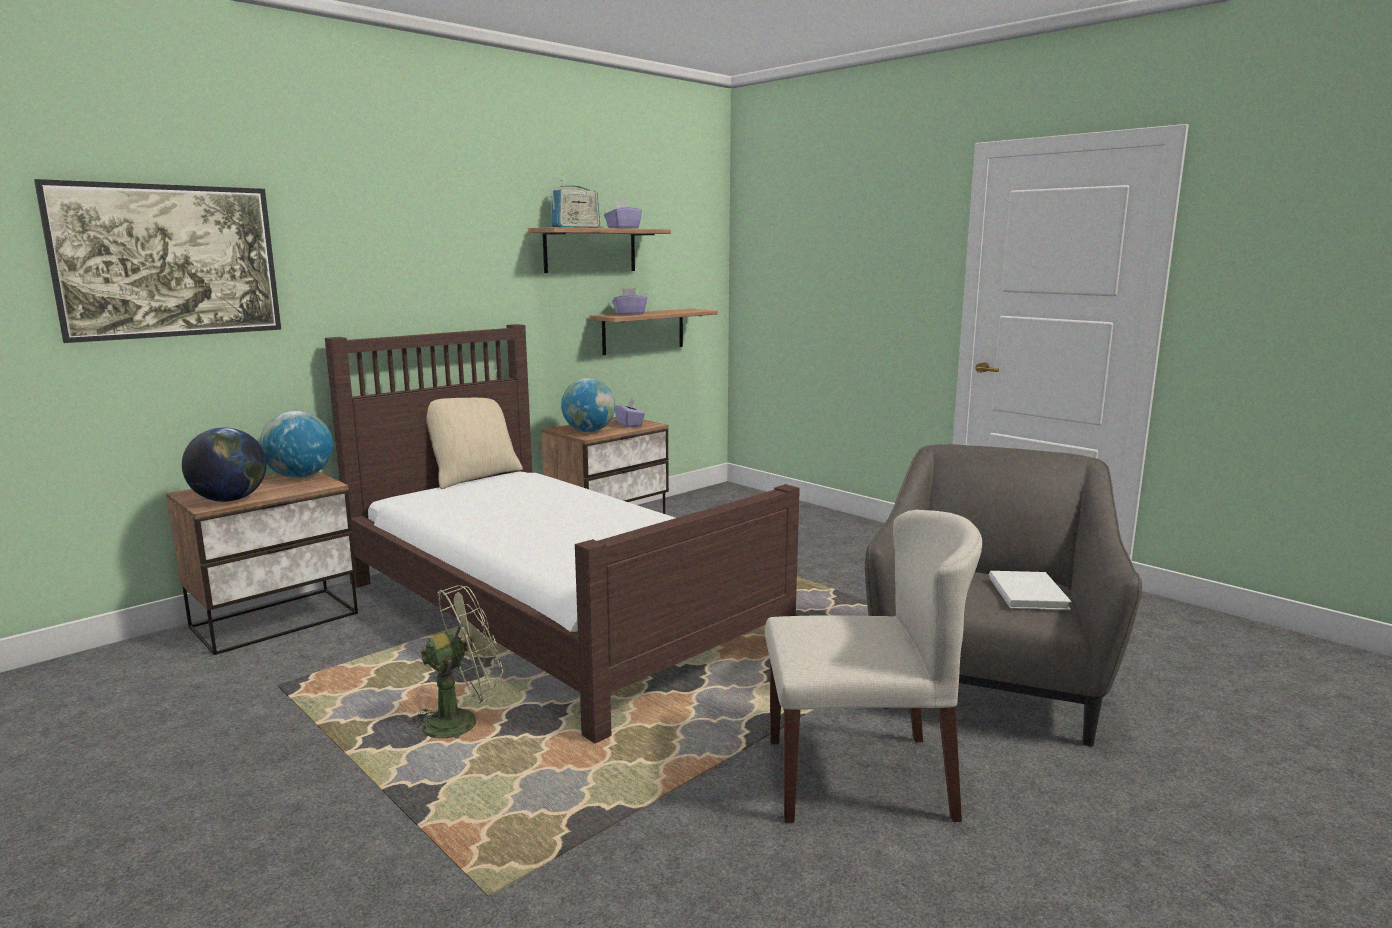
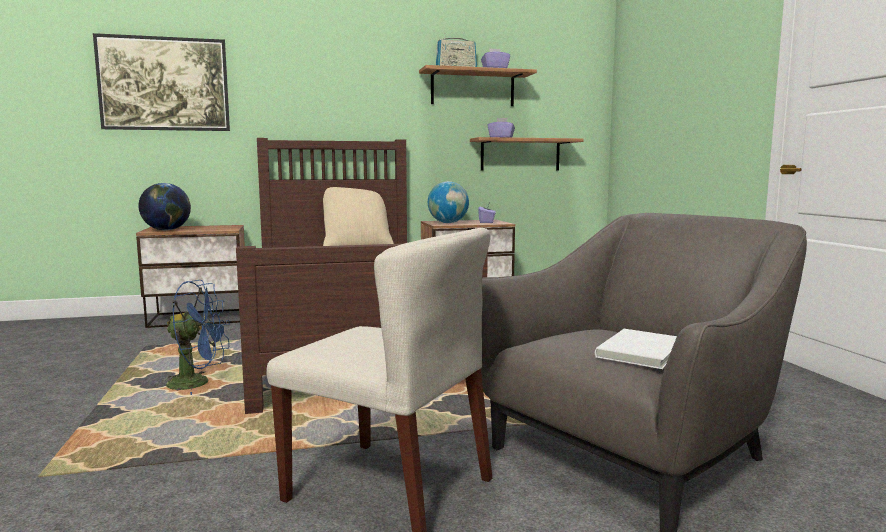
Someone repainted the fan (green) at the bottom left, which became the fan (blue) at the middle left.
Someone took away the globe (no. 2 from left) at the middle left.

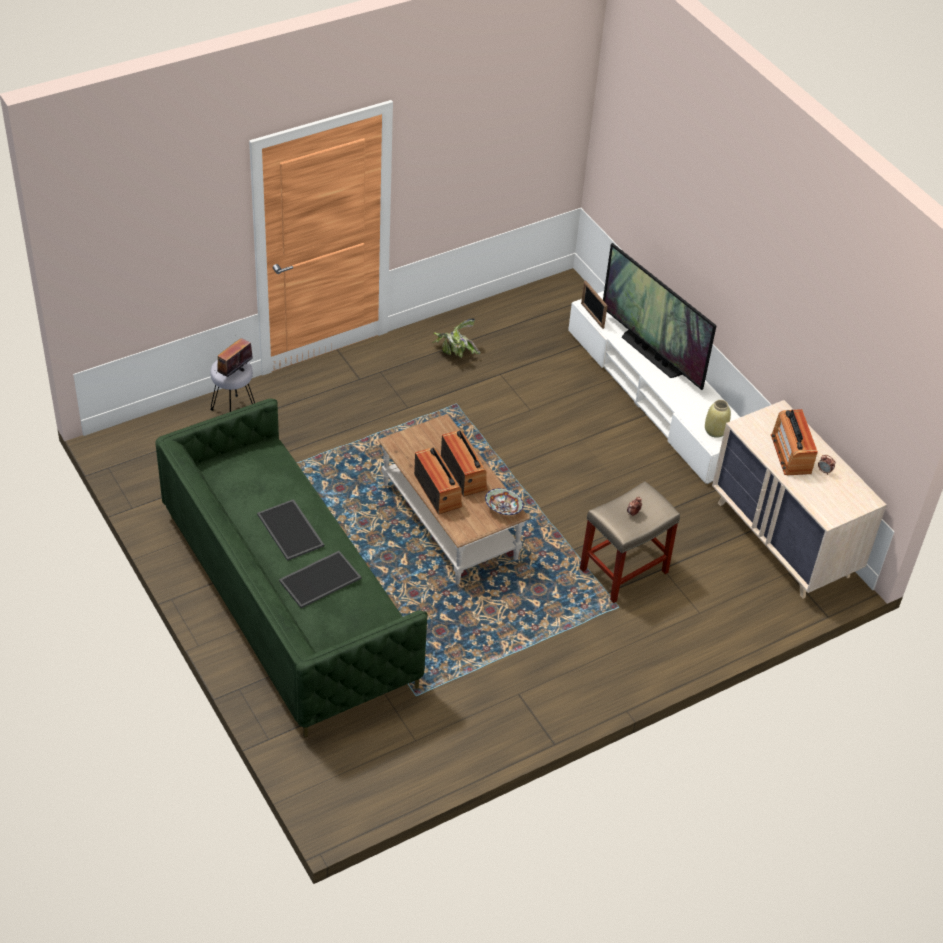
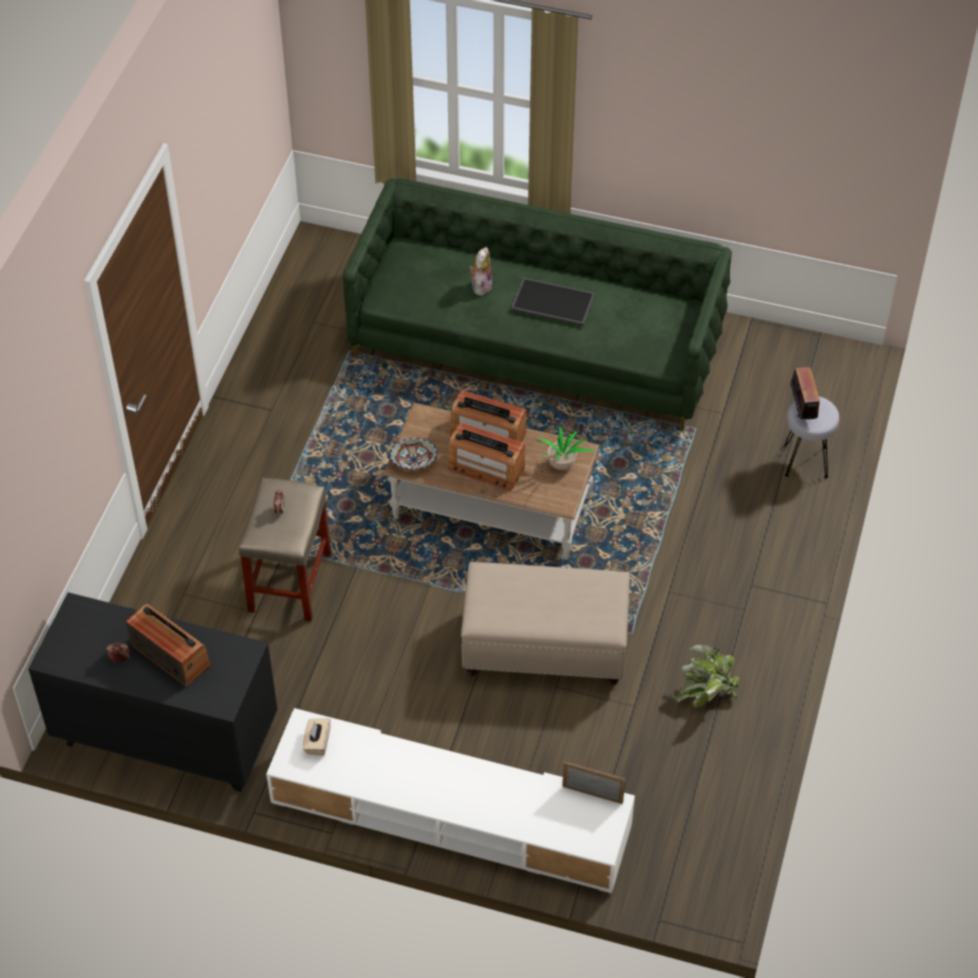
Someone repainted the dresser (beige) at the middle right, which became the dresser (black) at the bottom left.
Someone swapped the vase (beige) at the middle right for the tissue box (beige) at the bottom left.
Someone put down the ottoman (beige) at the centre.
Someone swapped the tray (no. 2 from left) at the centre for the plush toy at the top centre.
Someone put down the potted plant (no. 1 from left) at the centre.
Someone took away the television at the middle right.

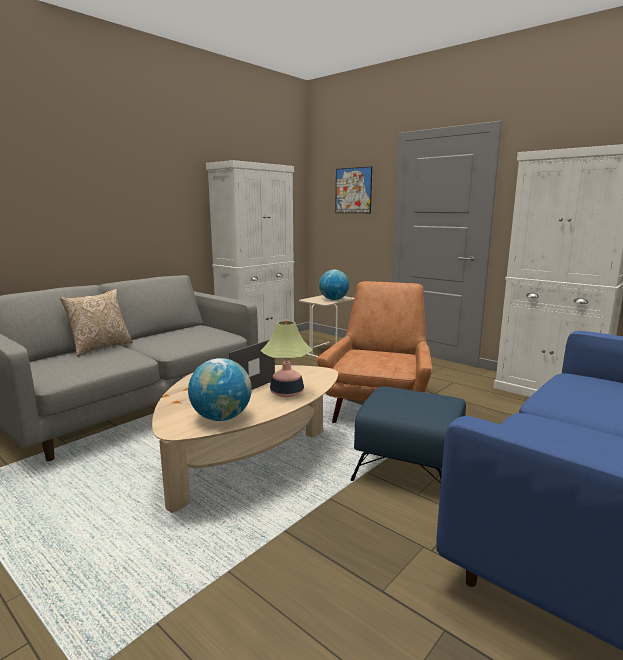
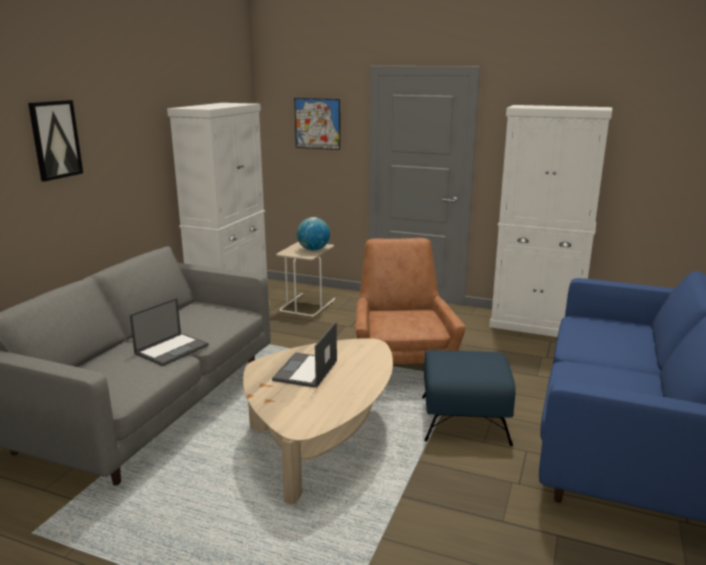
Someone put up the picture (no. 1 from left) at the top left.
Someone put down the laptop (no. 1 from left) at the middle left.
Someone took away the pillow at the middle left.
Someone took away the globe (no. 1 from left) at the centre.
Someone took away the table lamp at the centre.

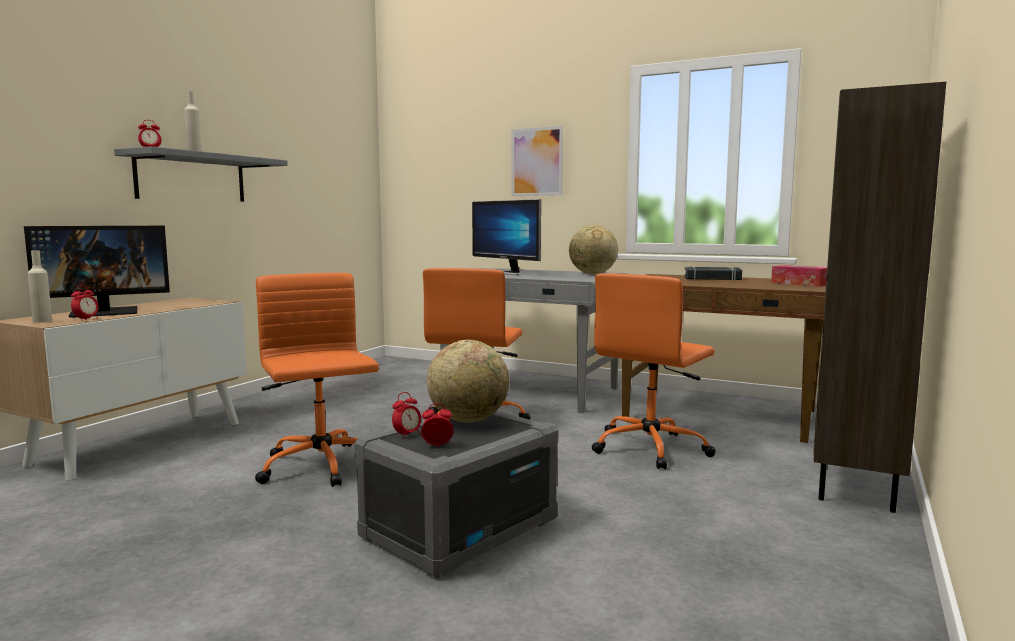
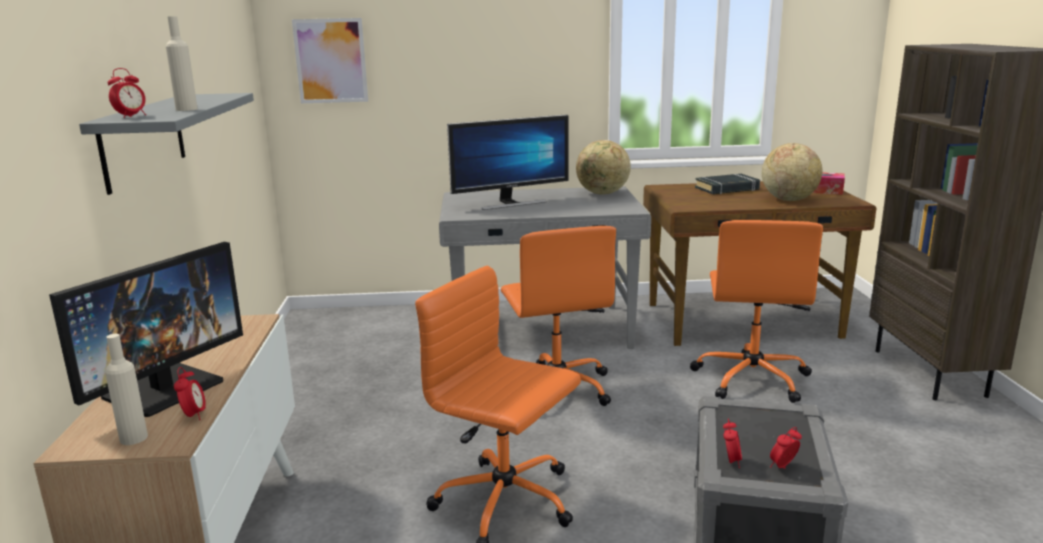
Someone carried the picture from the top centre to the top left.
Someone rotated the monitor (no. 2 from left) at the centre by 45 degrees counterclockwise.
Someone carried the globe (no. 1 from left in the first image) from the centre to the top right.

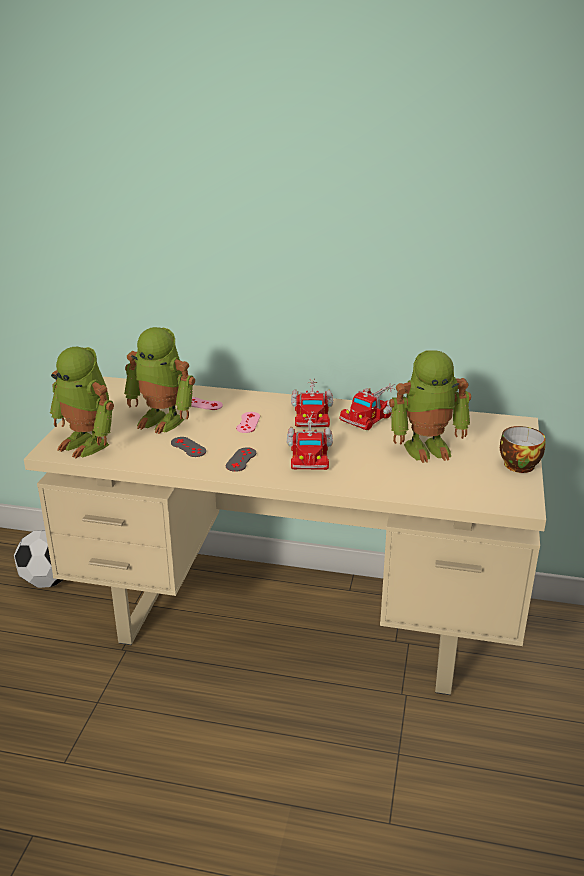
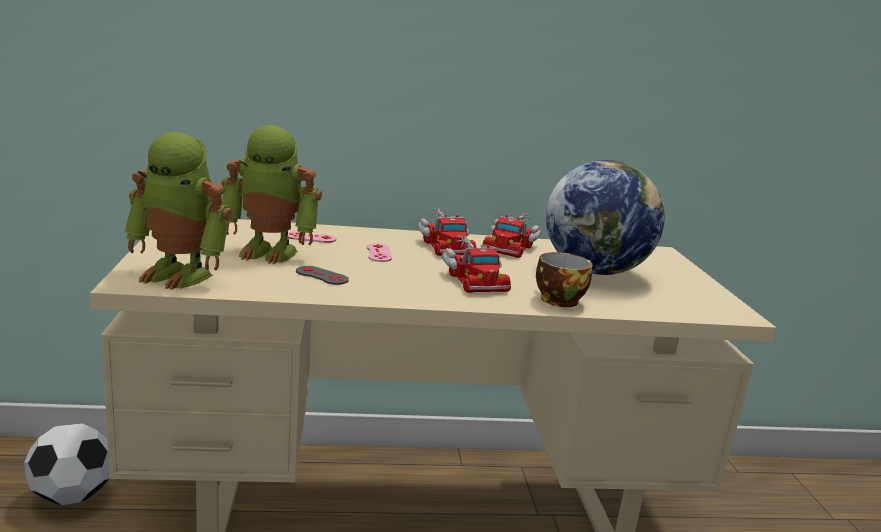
Someone carried the cup from the middle right to the centre.
Someone swapped the toy robot (no. 3 from left) at the middle right for the globe at the middle right.
Someone took away the game controller (grey) (no. 2 from left) at the centre.

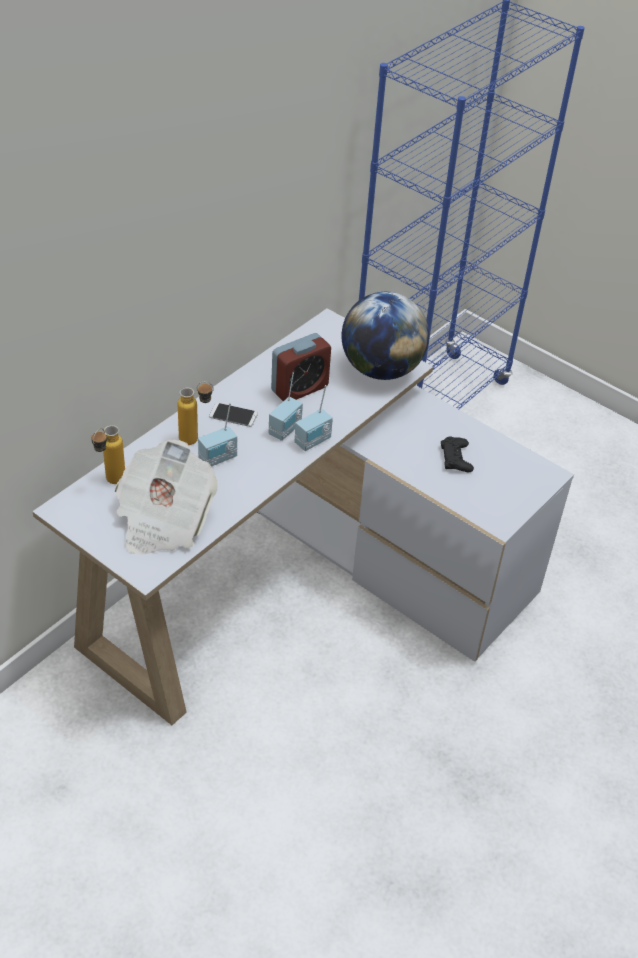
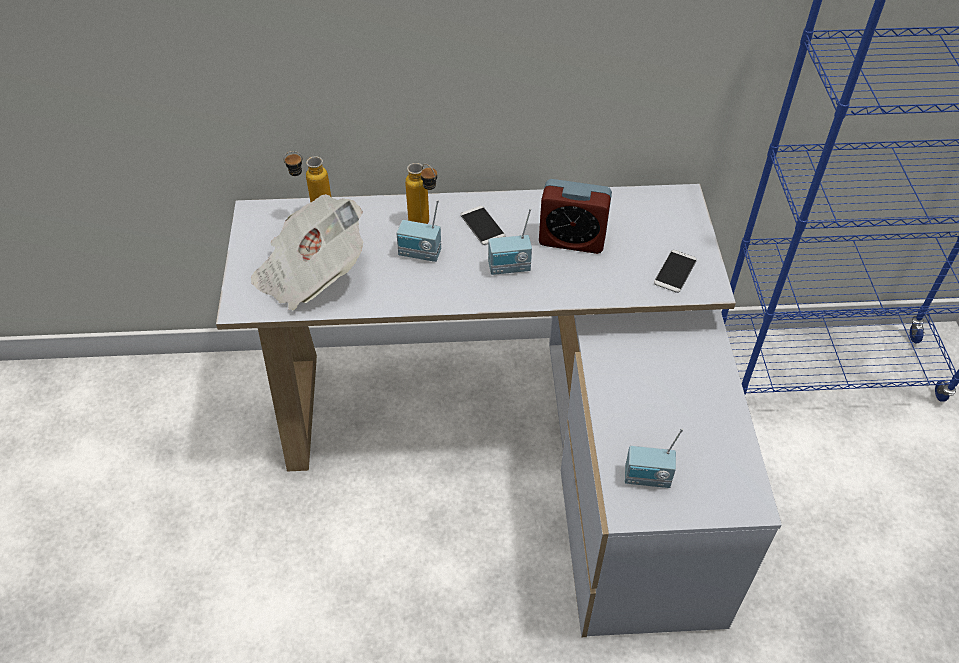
Someone carried the radio (no. 3 from left) from the centre to the bottom right.
Someone swapped the globe at the centre for the phone (no. 2 from left) at the middle right.
Someone took away the game controller (black) at the middle right.

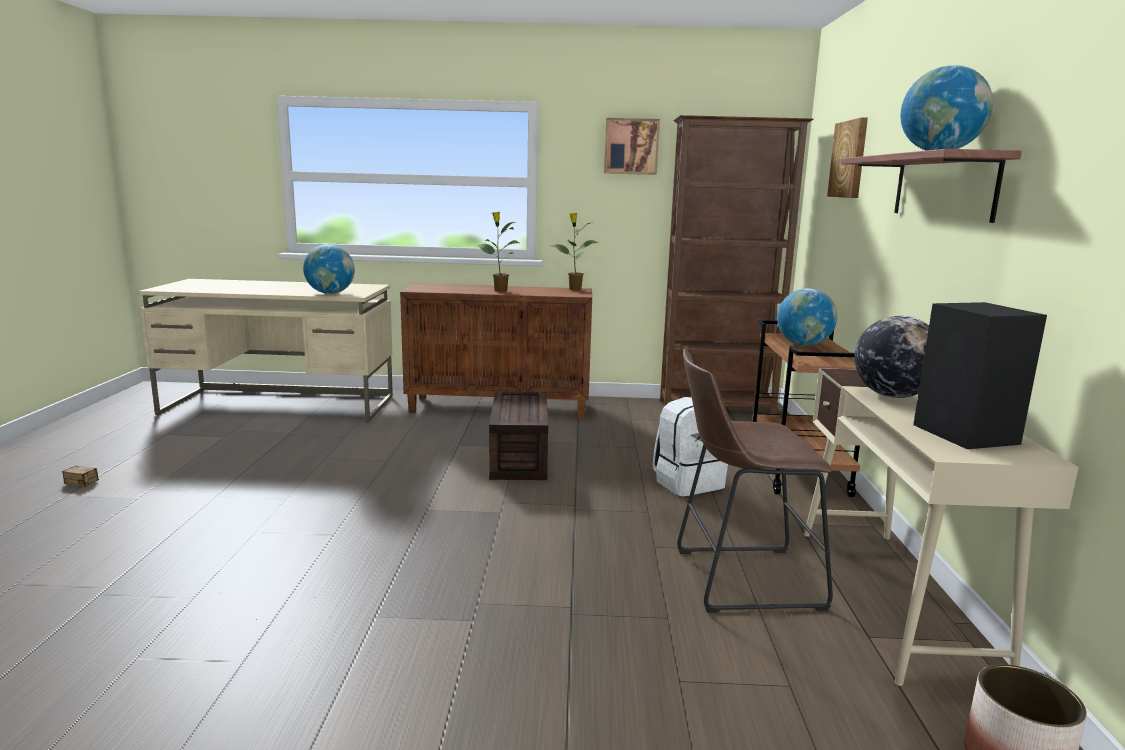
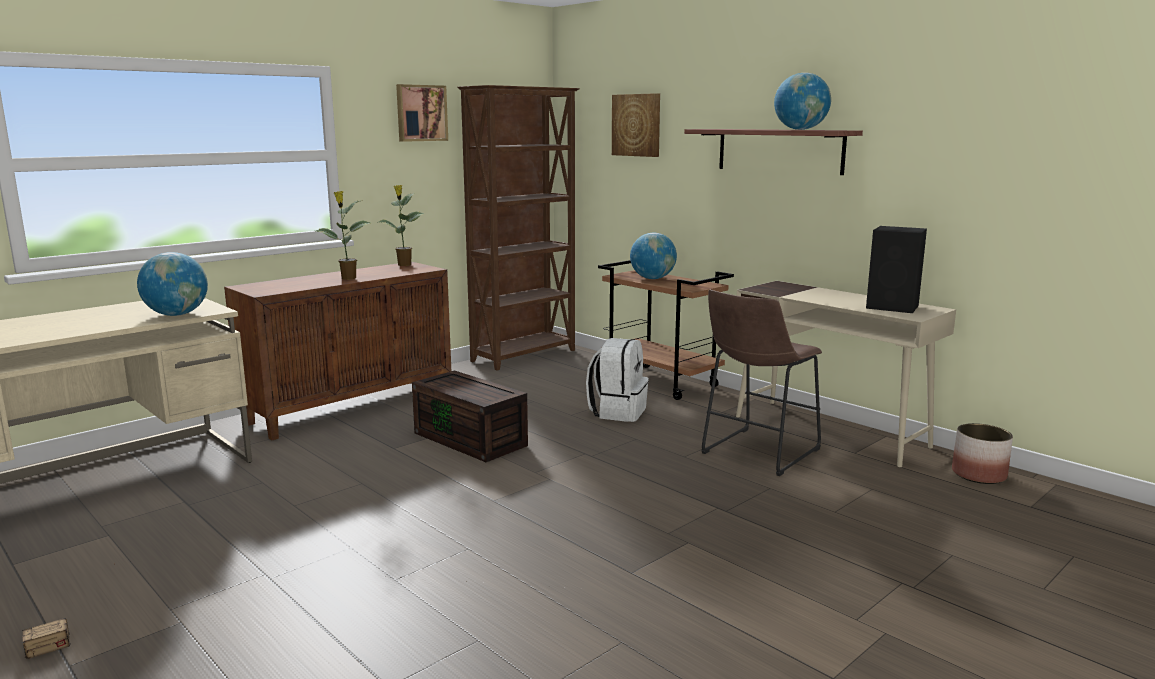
Someone took away the globe (no. 3 from left) at the middle right.

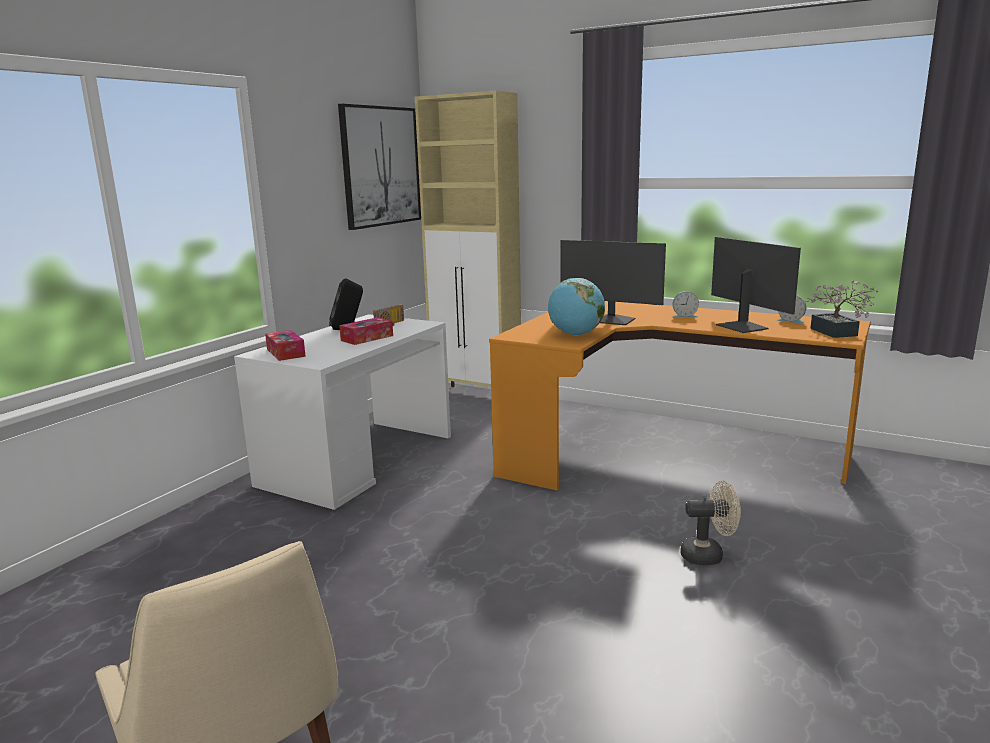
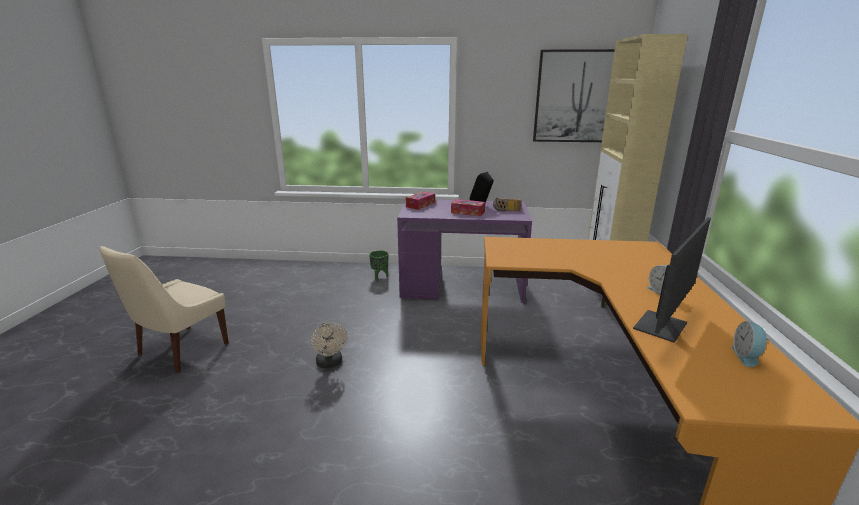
Someone carried the fan (beige) from the bottom right to the bottom centre.
Someone put down the planter (green) at the centre.
Someone repainted the desk (white) at the centre, which became the desk (purple) at the centre.
Someone took away the globe at the centre.
Someone took away the monitor (no. 1 from left) at the centre.
Someone took away the potted plant at the middle right.

